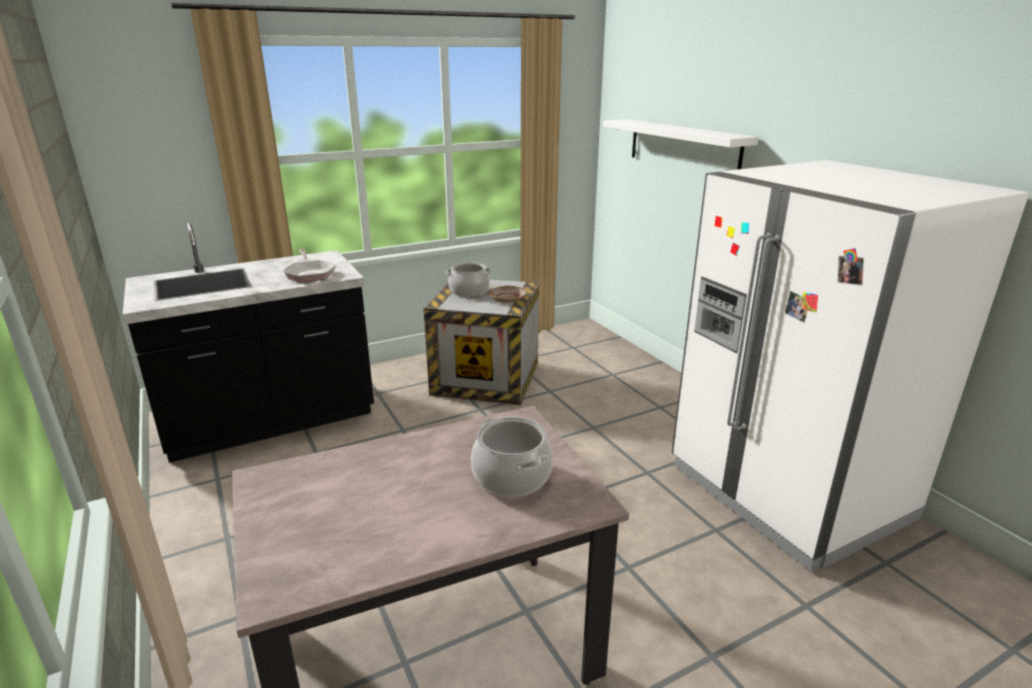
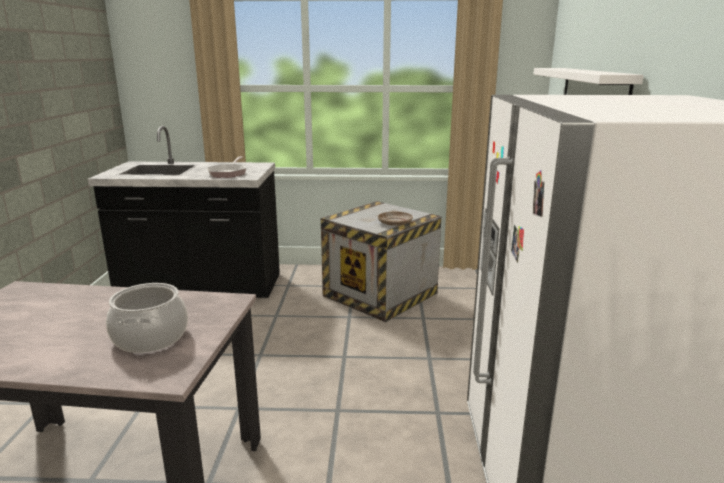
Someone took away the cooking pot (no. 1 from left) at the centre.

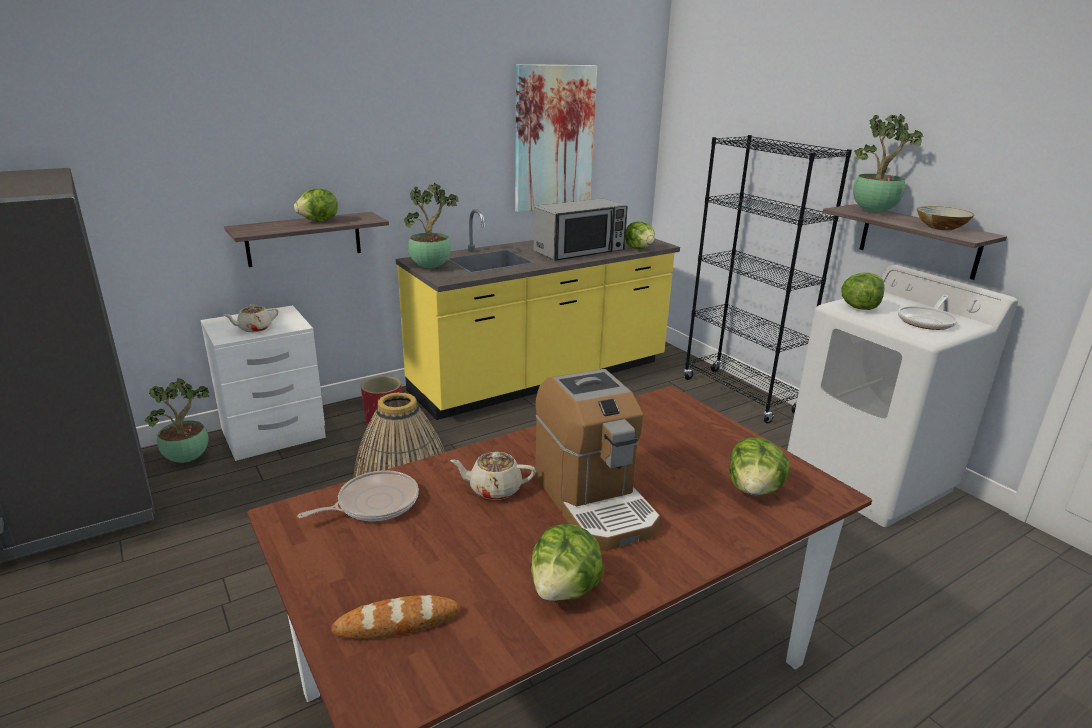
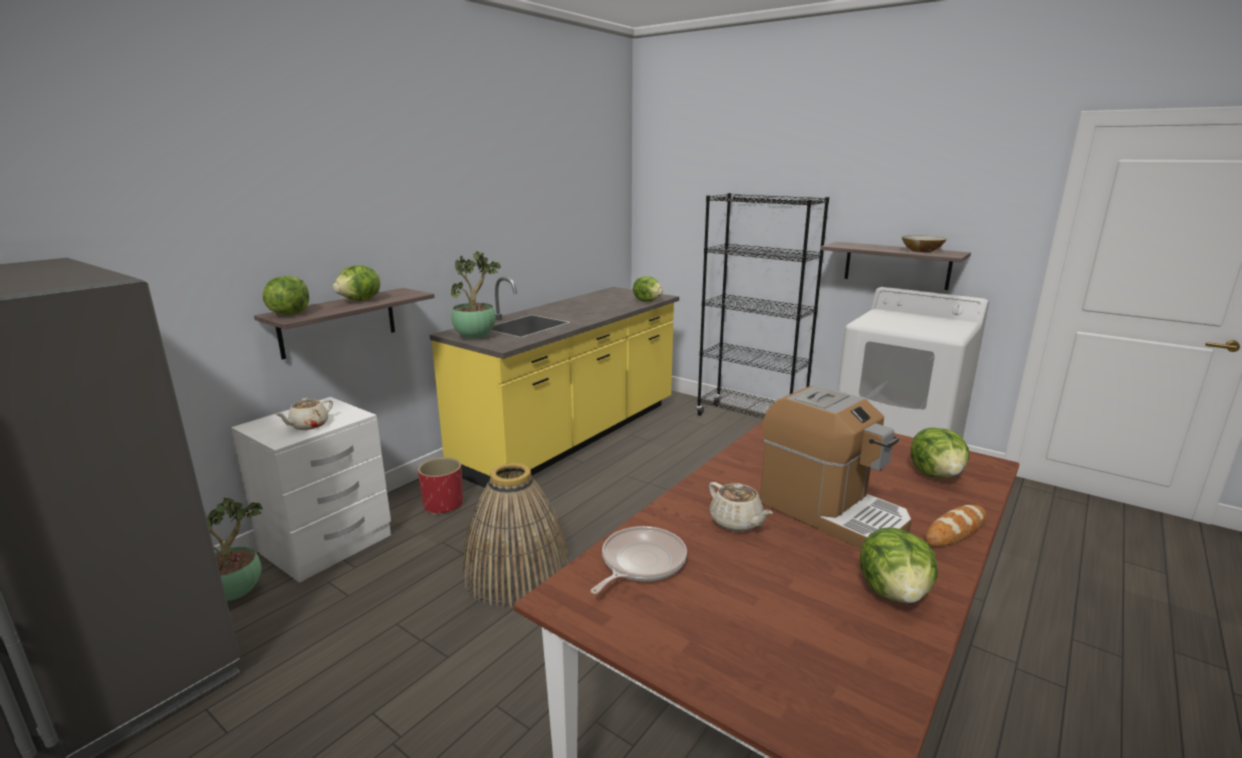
Someone carried the lettuce (no. 5 from left in the first image) from the middle right to the middle left.
Someone rotated the teapot (beige) (no. 2 from left) at the centre by 105 degrees counterclockwise.
Someone carried the bread from the bottom centre to the bottom right.
Someone took away the picture at the top centre.
Someone took away the microwave at the top centre.
Someone took away the potted plant (no. 3 from left) at the top right.
Someone took away the frying pan (no. 2 from left) at the middle right.

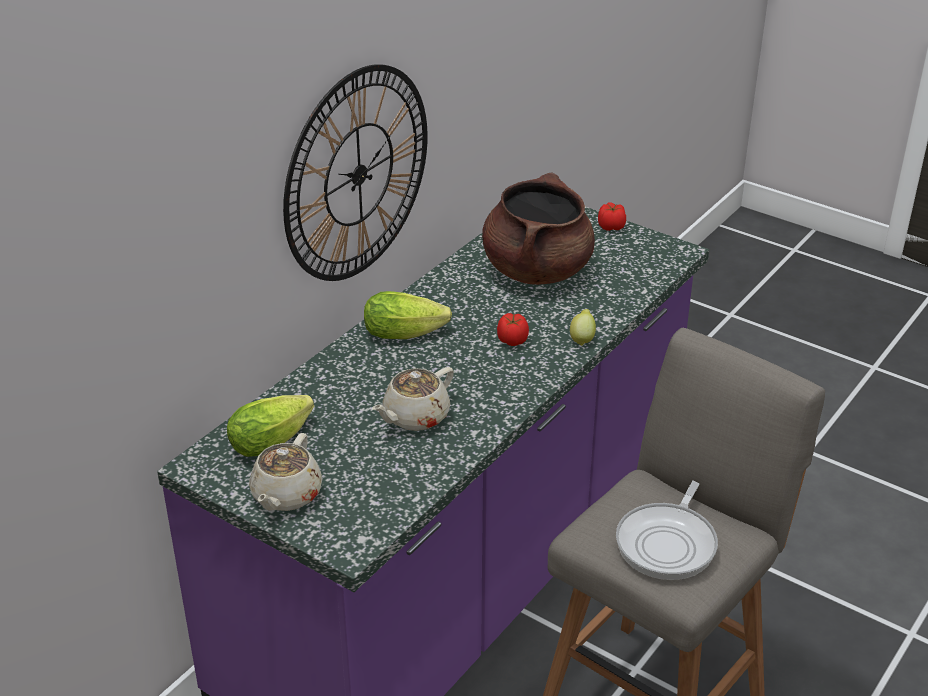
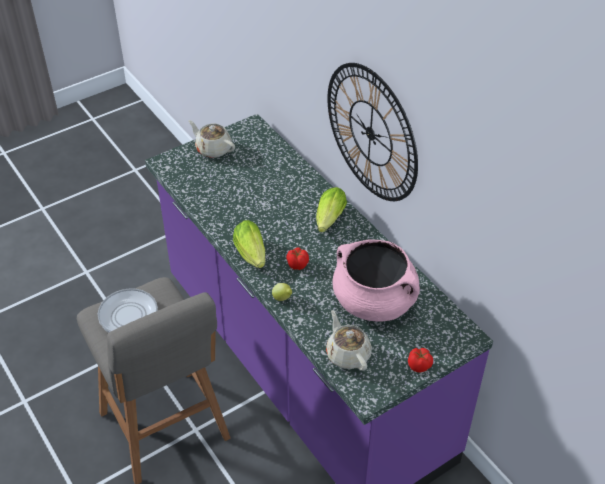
Someone carried the lettuce (no. 1 from left) from the middle left to the centre.
Someone carried the teapot (beige) (no. 2 from left) from the centre to the bottom centre.
Someone repainted the cooking pot (brown) at the top centre, which became the cooking pot (pink) at the centre.

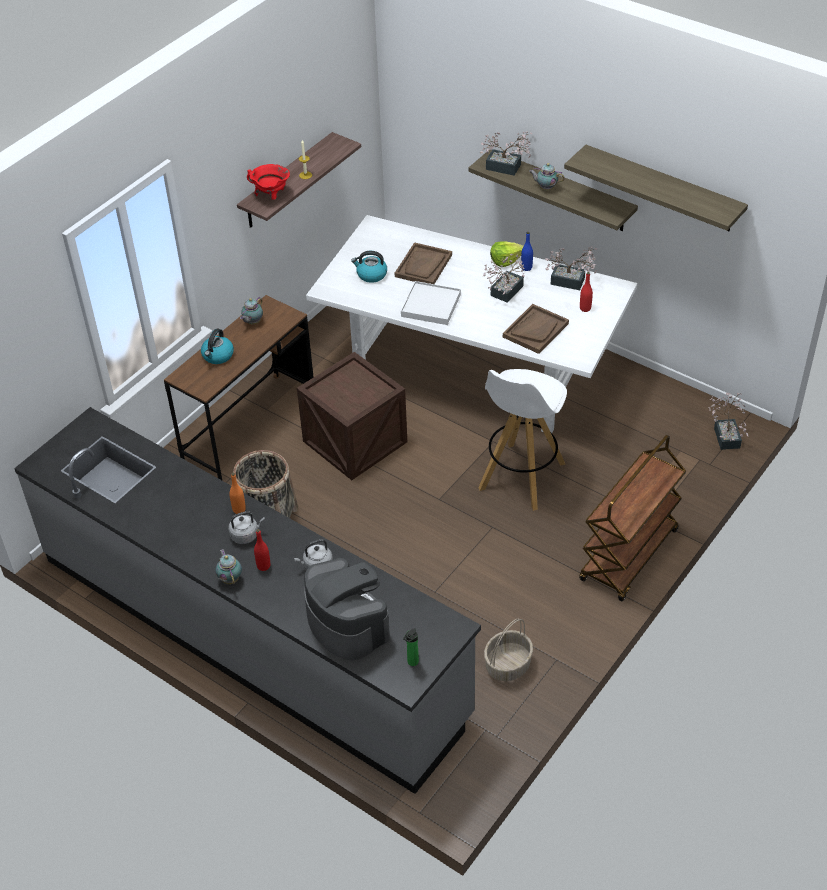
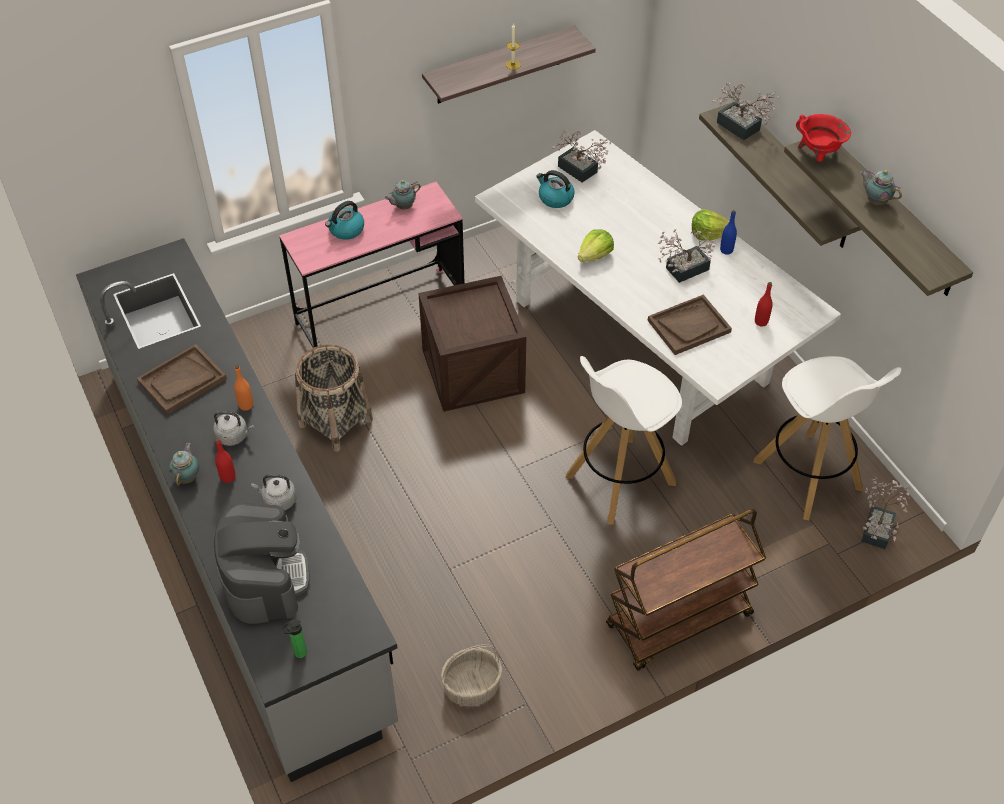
Someone carried the tray (brown) (no. 1 from left) from the top centre to the middle left.
Someone repainted the desk (brown) at the middle left, which became the desk (pink) at the top centre.
Someone carried the potted plant (no. 3 from left in the first image) from the top right to the top centre.
Someone swapped the tray (white) at the centre for the lettuce (no. 1 from left) at the top centre.
Someone put down the stool (white) (no. 2 from left) at the middle right.
Someone carried the cooking pot (red) from the top left to the top right.
Someone carried the teapot (no. 3 from left) from the top centre to the top right.

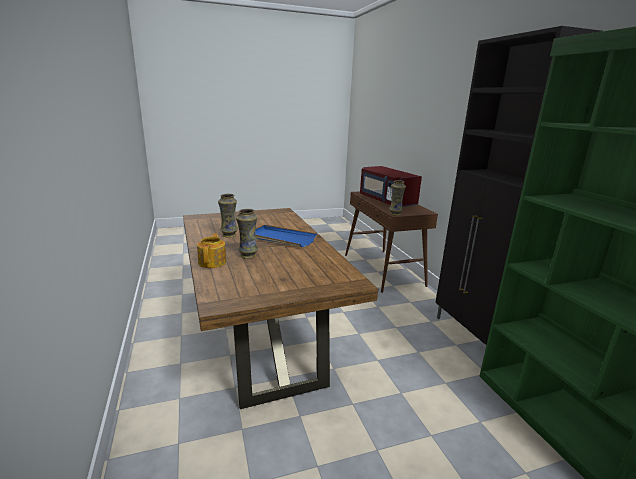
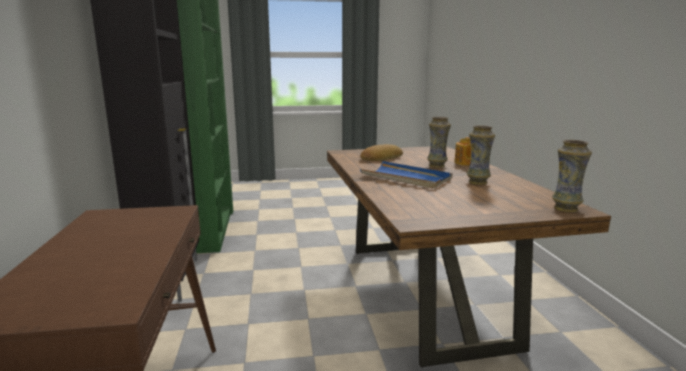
Someone put down the bread at the centre.
Someone carried the vase (no. 3 from left) from the centre to the middle right.
Someone took away the microwave (red) at the centre.

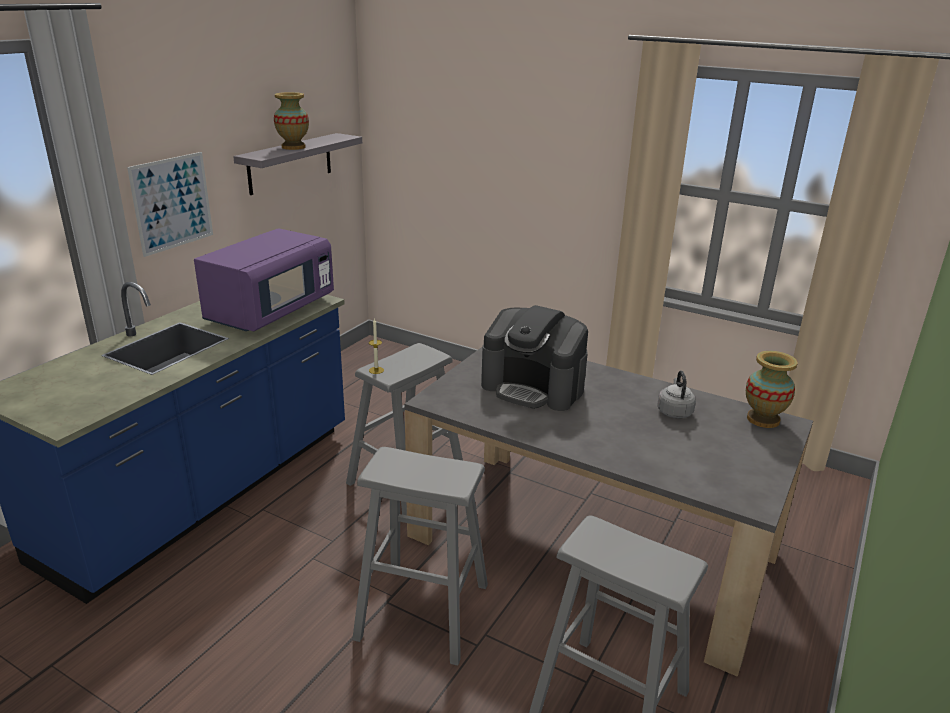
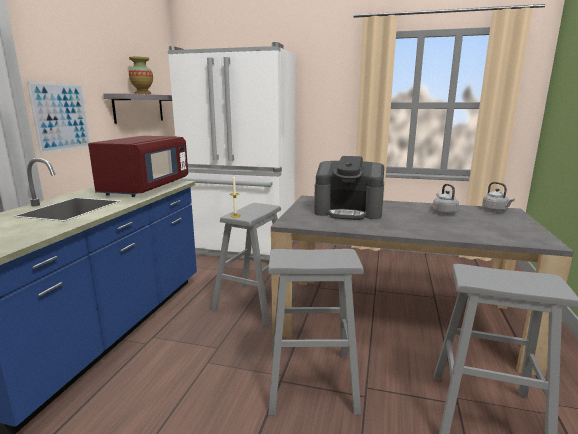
Someone repainted the microwave (purple) at the middle left, which became the microwave (red) at the middle left.
Someone put down the fridge (white) at the centre.
Someone swapped the vase (no. 2 from left) at the middle right for the kettle (grey) (no. 2 from left) at the middle right.

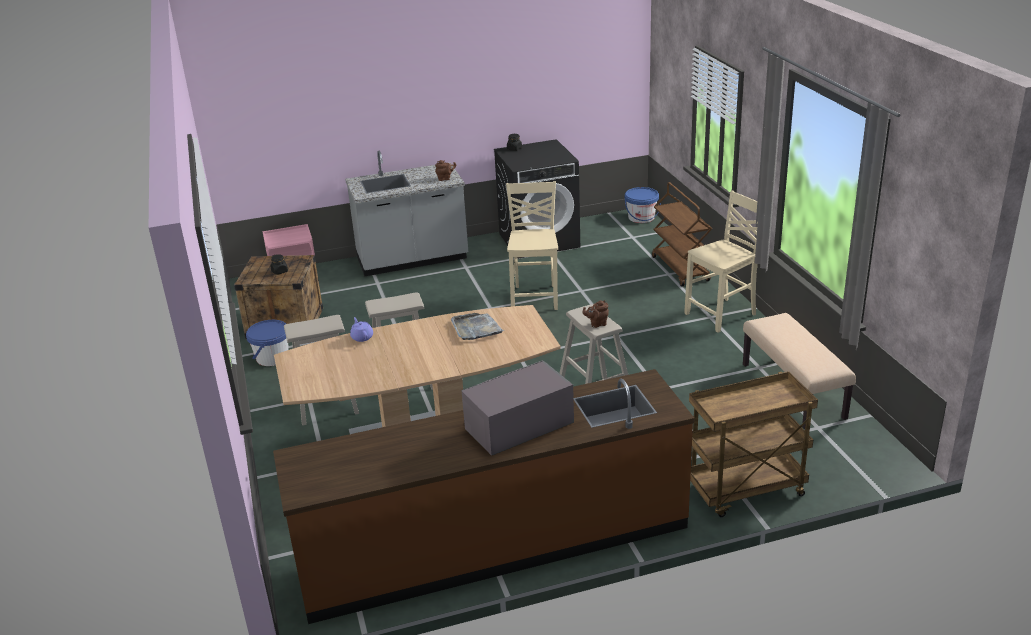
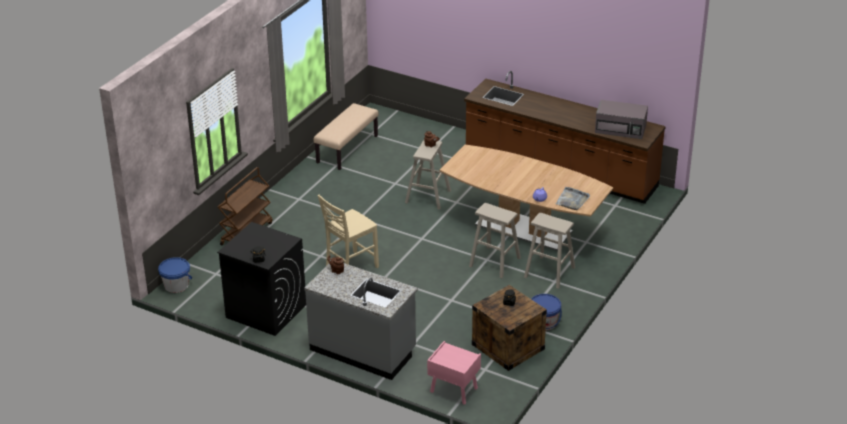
Someone carried the tray (grey) from the centre to the middle right.
Someone carried the microwave (grey) from the centre to the top right.
Someone took away the chair (beige) (no. 2 from left) at the middle right.
Someone took away the cart (brown) (no. 2 from left) at the bottom right.

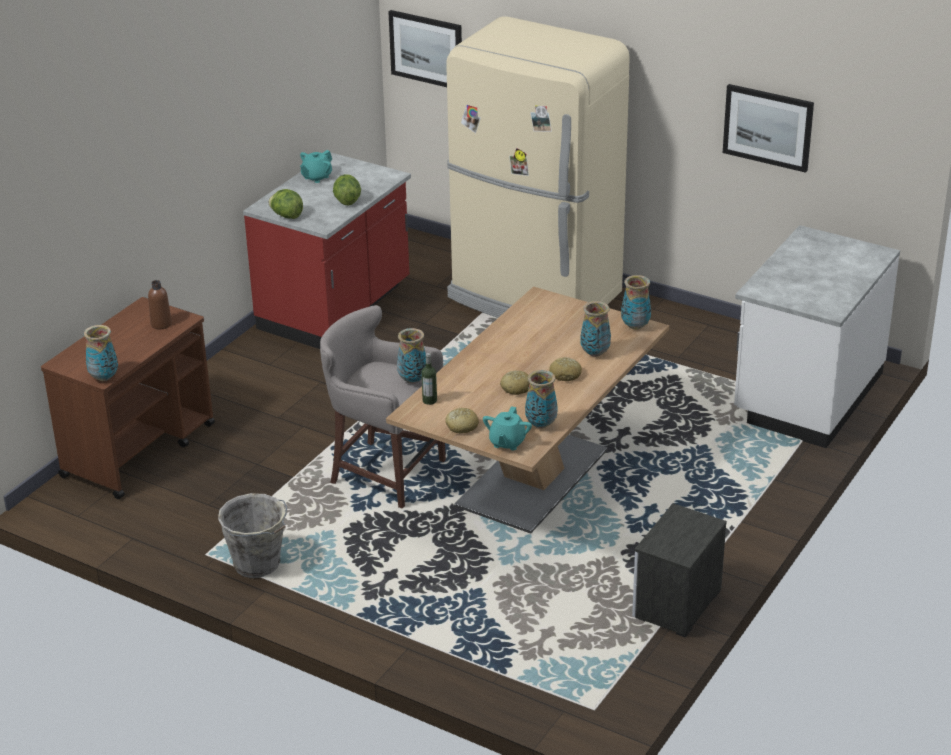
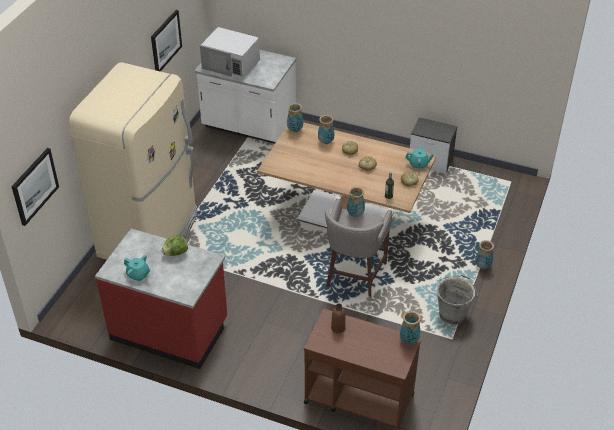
Someone put down the microwave (white) at the top centre.
Someone carried the vase (no. 3 from left in the first image) from the centre to the middle right.
Someone took away the lettuce (no. 1 from left) at the top left.

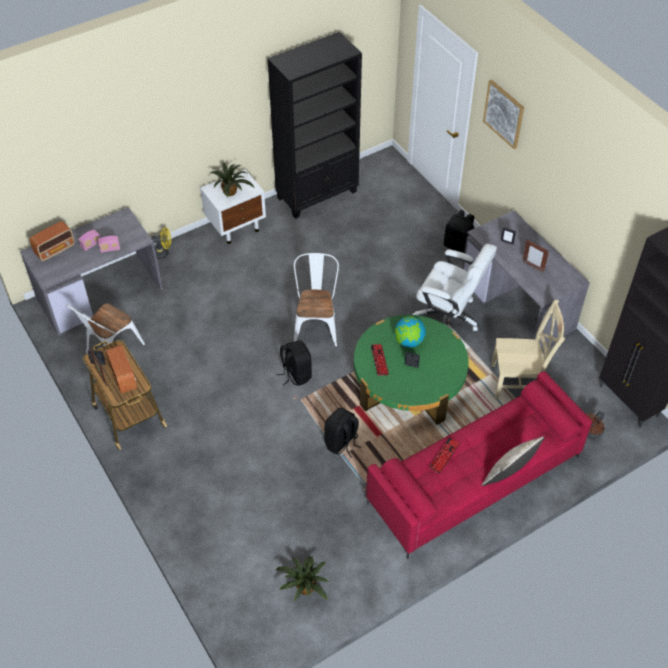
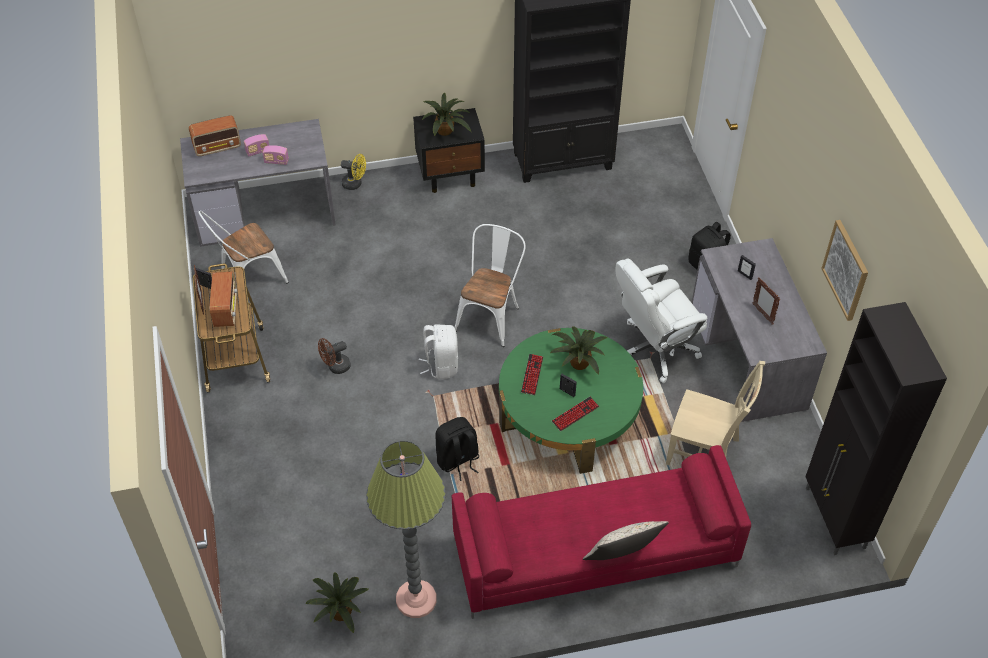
Someone carried the fan (brown) from the middle right to the centre.
Someone put down the floor lamp at the bottom centre.
Someone repainted the nightstand (white) at the top centre, which became the nightstand (black) at the top centre.
Someone repainted the backpack (black) (no. 1 from left) at the centre, which became the backpack (white) at the centre.
Someone swapped the globe at the centre for the potted plant (no. 3 from left) at the centre.
Someone carried the keyboard (no. 2 from left) from the bottom centre to the centre.
Someone rotated the office chair (white) at the middle right by 105 degrees clockwise.
Someone carried the picture from the top right to the middle right.

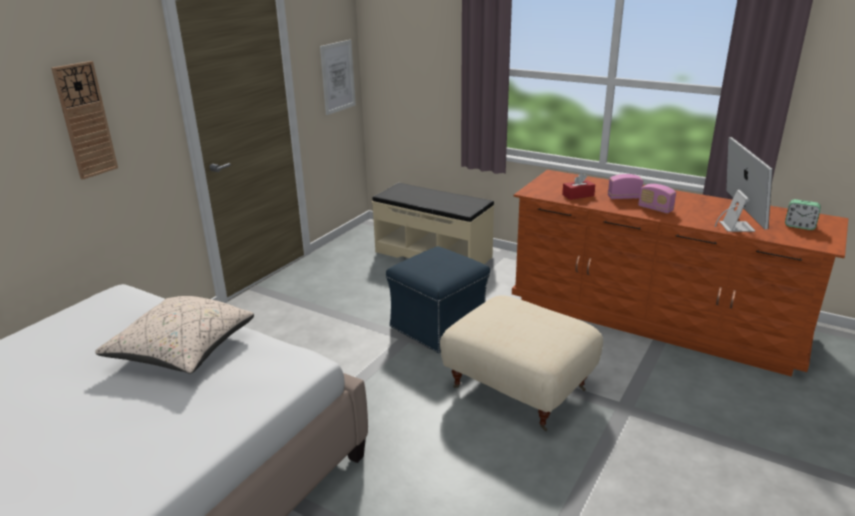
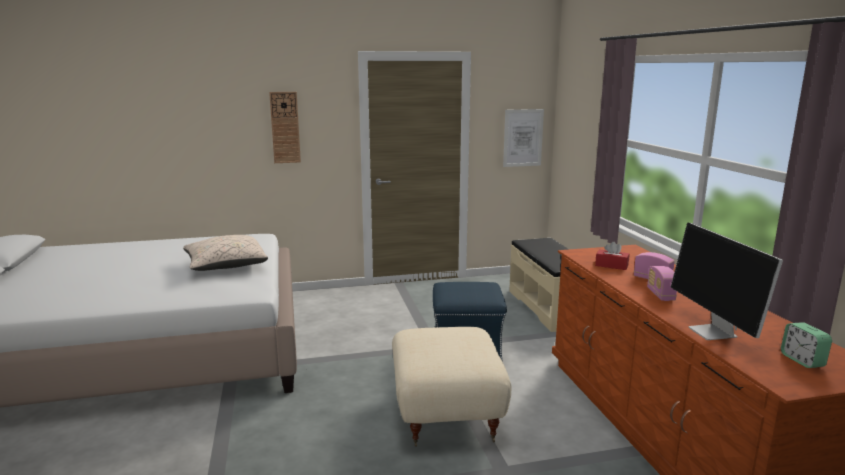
Someone rotated the monitor at the middle right by 120 degrees clockwise.

